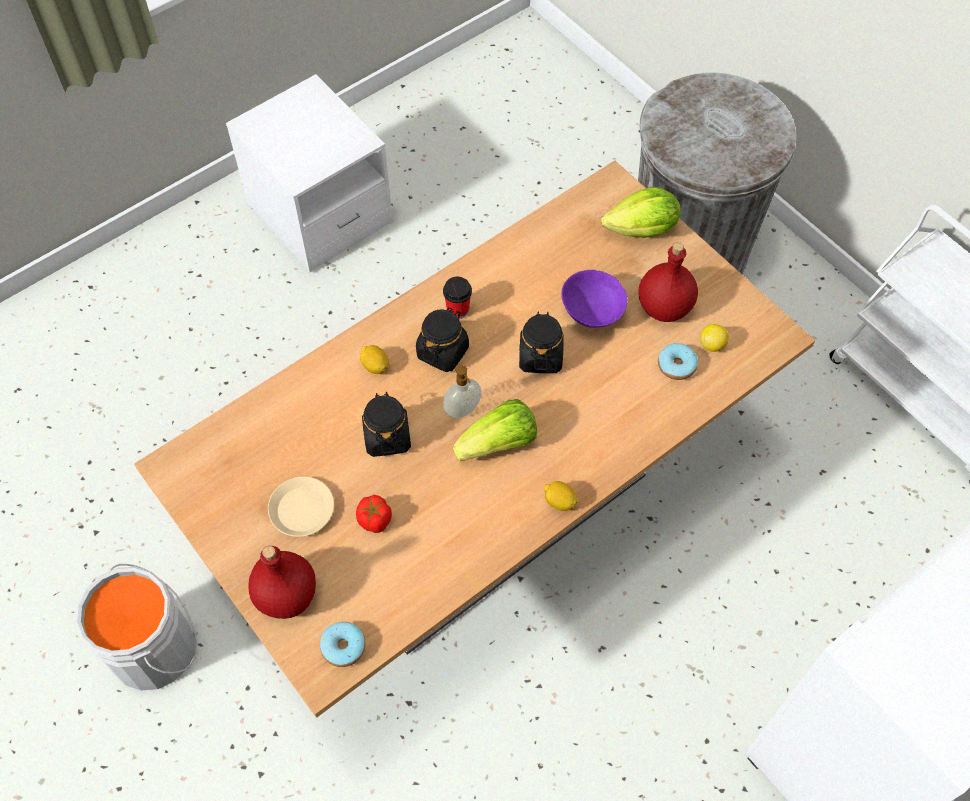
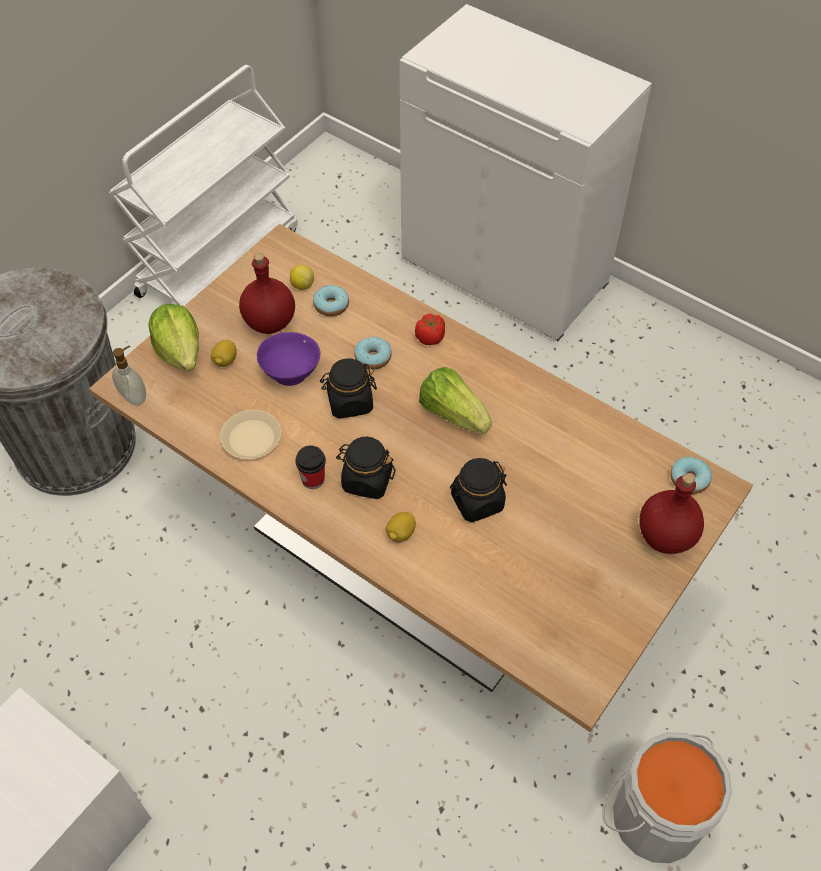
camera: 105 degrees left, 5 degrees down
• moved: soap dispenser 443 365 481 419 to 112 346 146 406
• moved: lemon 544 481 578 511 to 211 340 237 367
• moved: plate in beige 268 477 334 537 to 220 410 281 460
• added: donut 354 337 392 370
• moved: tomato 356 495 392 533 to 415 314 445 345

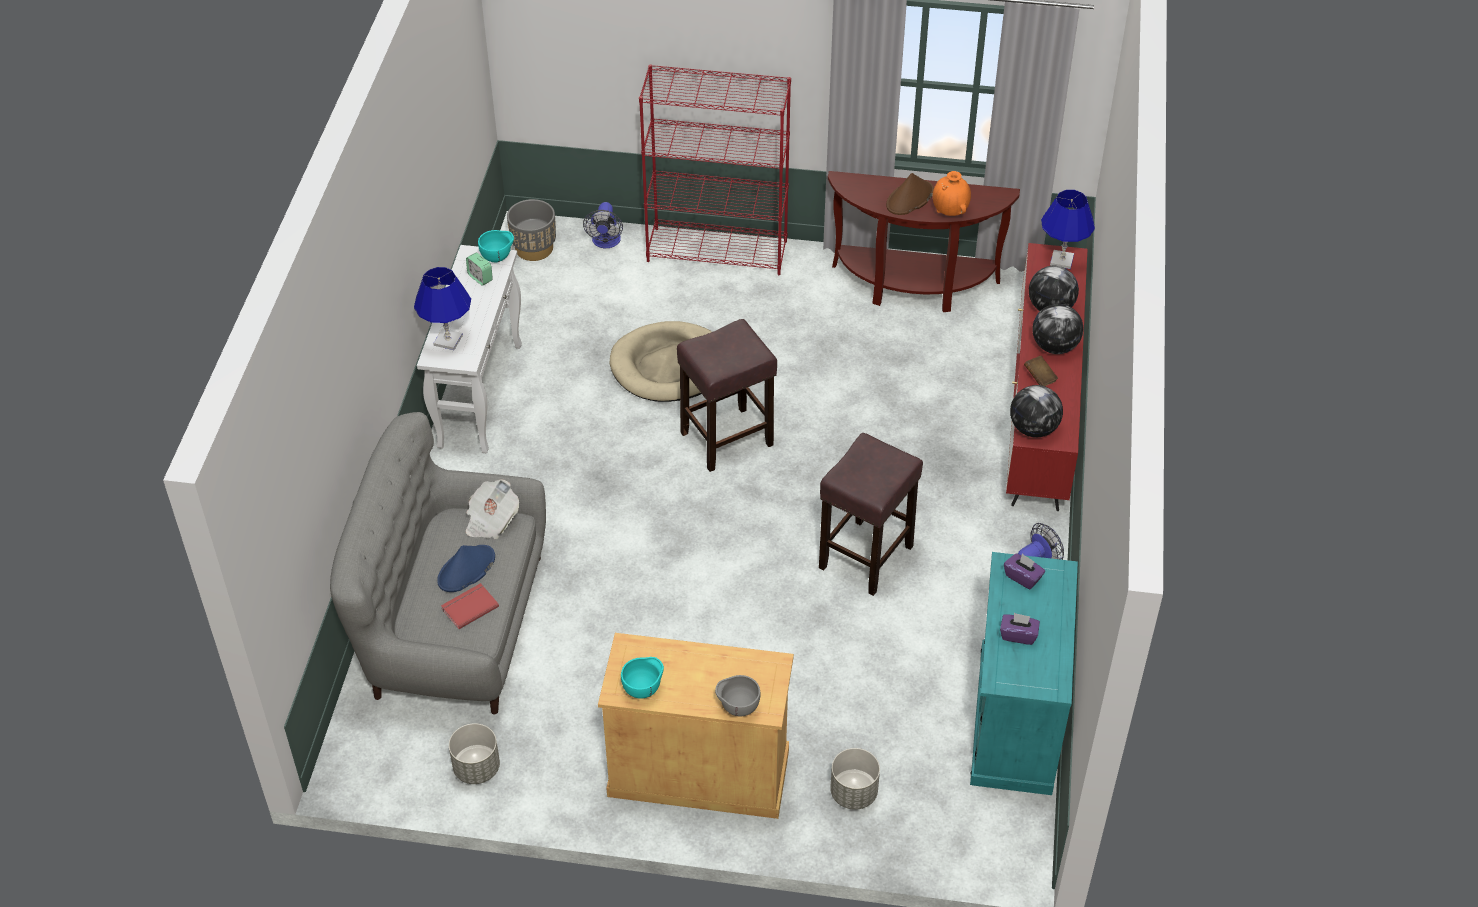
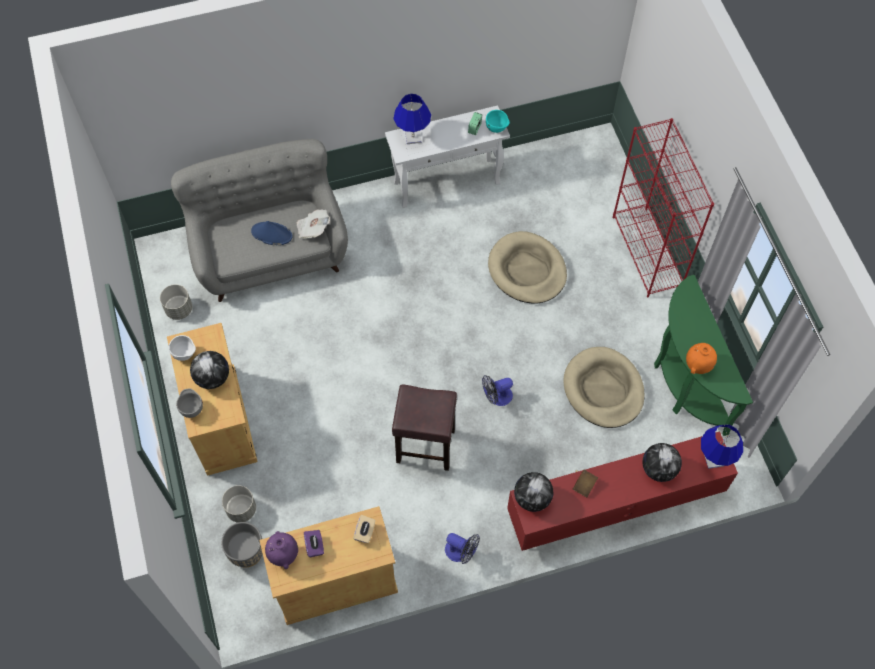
camera: 65 degrees right, 15 degrees up
• recoloured: bowl in turquoise 621 657 664 699 to bowl in white 169 335 196 361
• moved: globe 1032 304 1083 354 to 190 351 229 389
• moved: planter in grey 507 199 556 261 to 221 522 263 568
• recoloured: cabinet in turquoise 970 552 1078 795 to cabinet in beige 260 506 398 625
• added: vase in purple 265 531 298 569
• recoloured: tissue box in purple 1004 553 1045 590 to tissue box in beige 353 515 375 543
• moved: fan 583 202 623 248 to 482 375 513 406
• added: dog bed in beige 564 347 645 428
• recoloured: console table in brown 828 171 1020 312 to console table in green 654 275 753 436
• removed: book in red 441 583 499 629
• removed: stool in brown 677 319 777 472
• removed: hat in brown 886 173 934 215

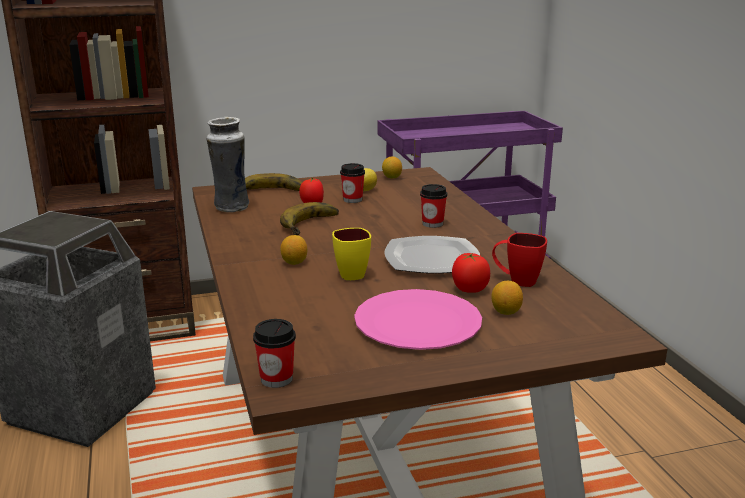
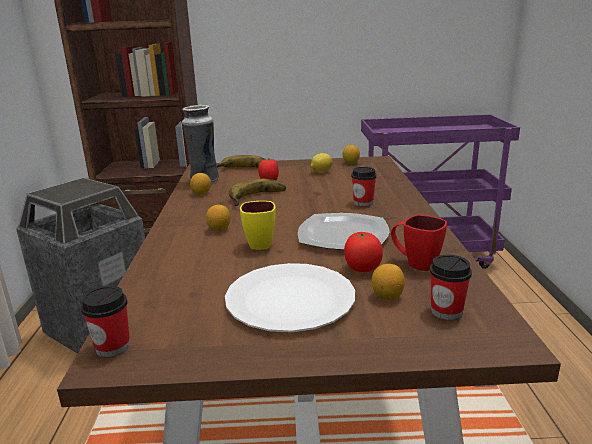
camera: 15 degrees right, 0 degrees up
• added: lemon 190 173 211 195
• recoloured: plate in pink 354 289 482 350 to plate in white 225 263 355 332
• moved: cup 340 163 365 203 to 430 255 472 320

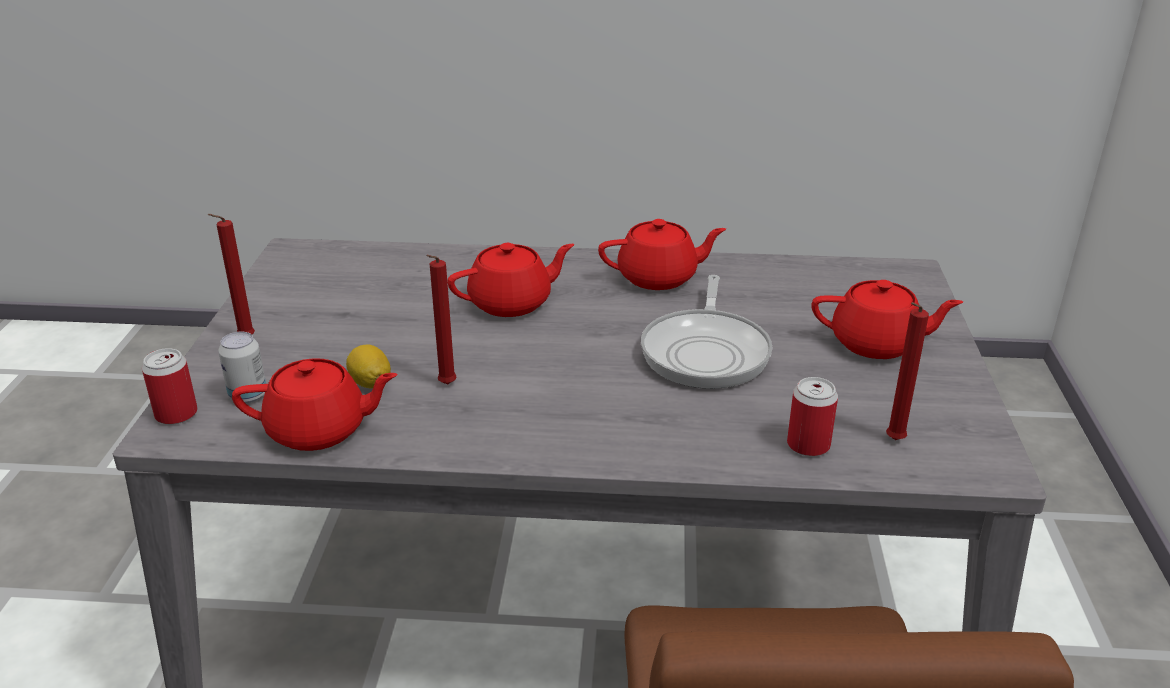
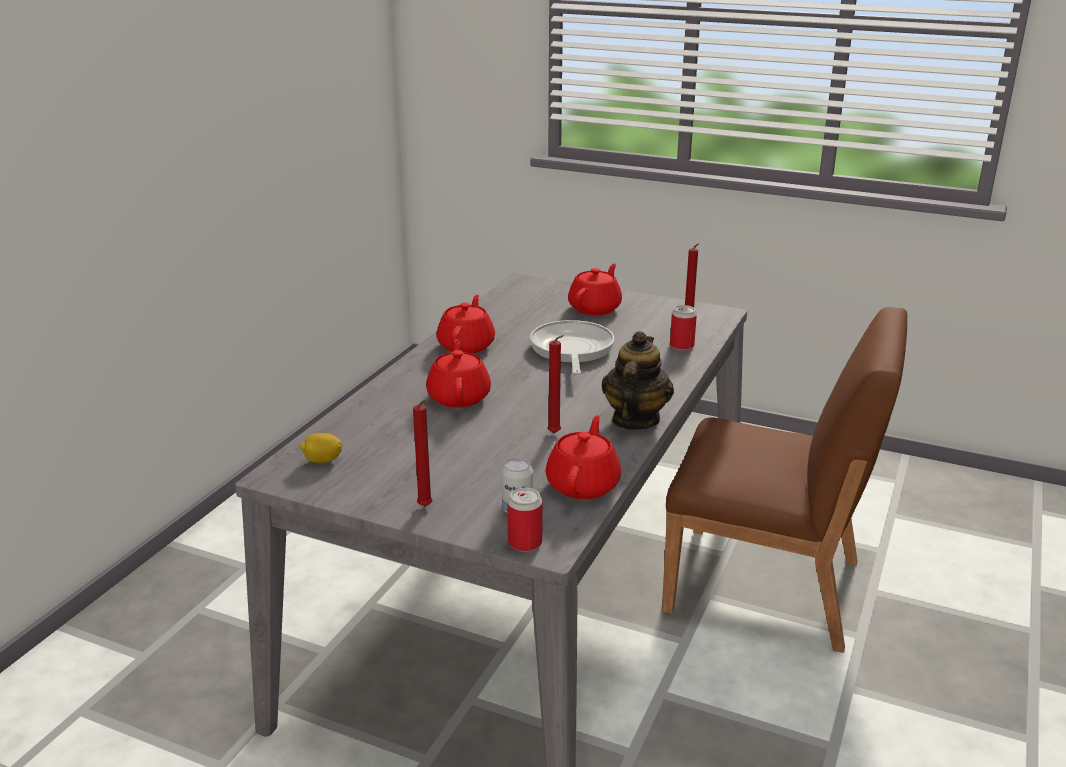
camera: 70 degrees left, 5 degrees down
• moved: lemon 346 345 391 388 to 300 433 342 463
• turned: frying pan 641 275 772 389 = 530 320 614 375 120 degrees counterclockwise
• added: teapot 602 331 674 430

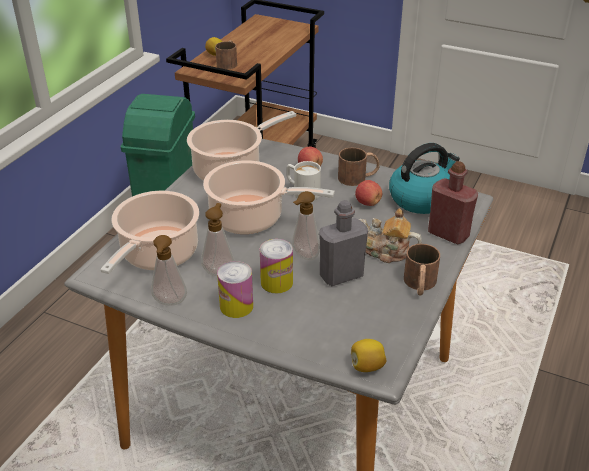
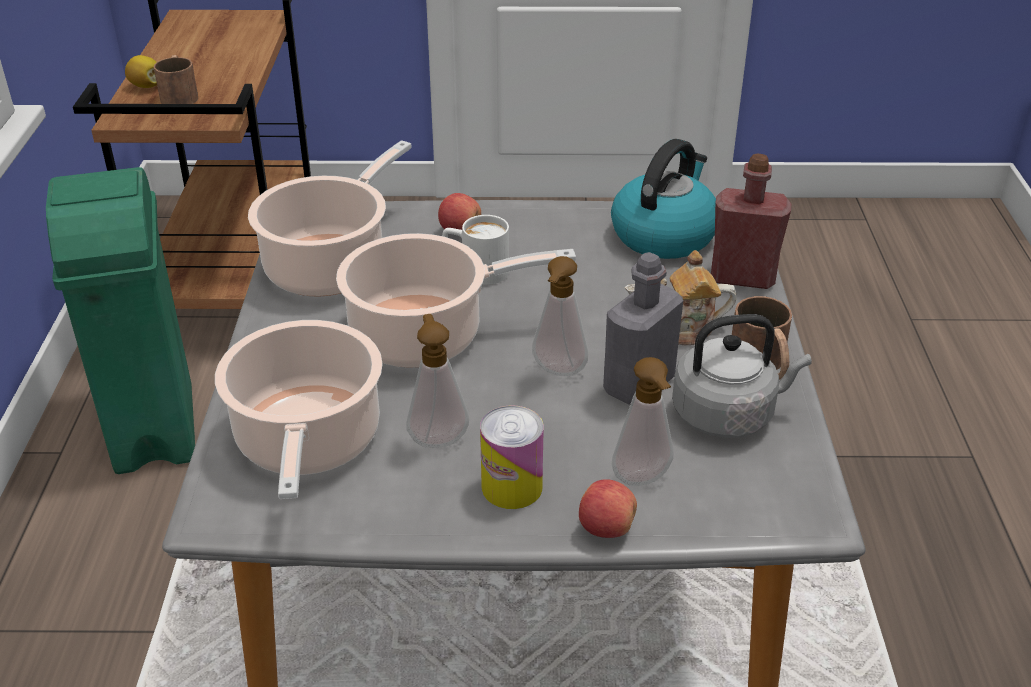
camera: 25 degrees left, 0 degrees up
• moved: apple 355 180 382 206 to 579 479 637 538
• moved: soap dispenser 151 235 187 306 to 612 357 674 486
• added: kettle in grey 672 314 812 438
• removed: can 260 239 293 294
• removed: mug in brown 338 147 380 186
• removed: lemon 351 339 386 372

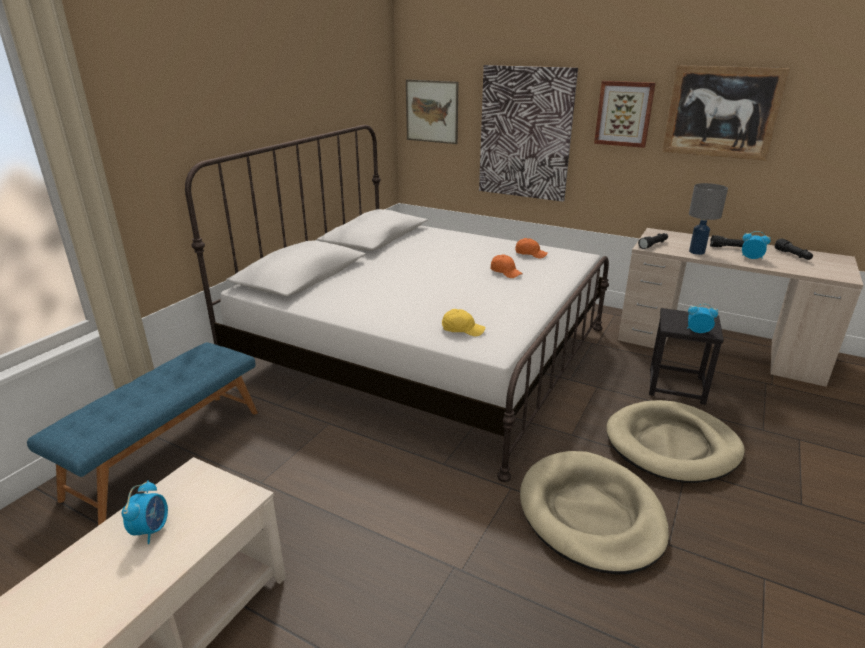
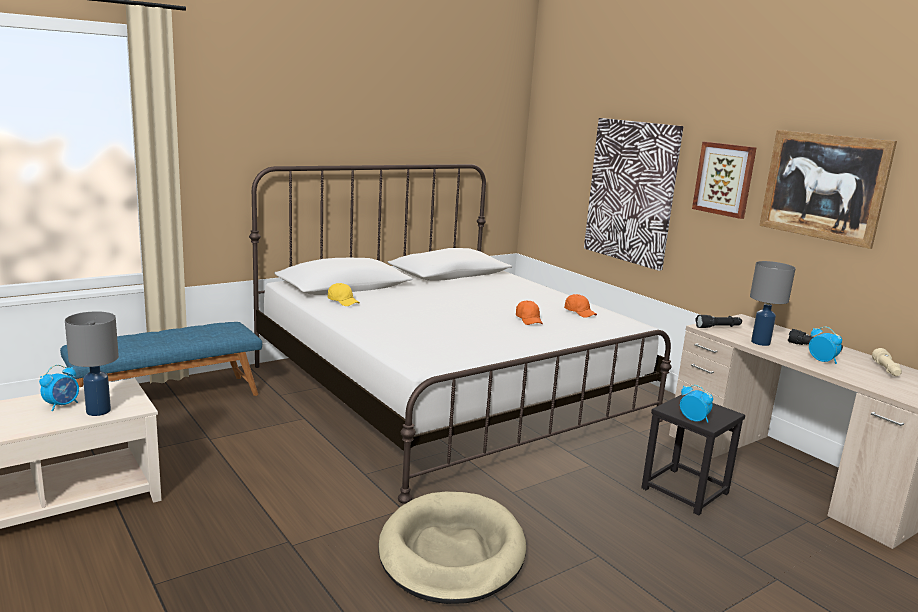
camera: 25 degrees right, 10 degrees down
• added: table lamp in grey 65 311 119 416
• moved: cap in yellow 442 309 485 336 to 328 283 360 306
• recoloured: flashlight in black 775 238 813 260 to flashlight in beige 872 348 902 376
• removed: picture 406 79 458 144
• removed: dog bed in beige 606 400 745 483

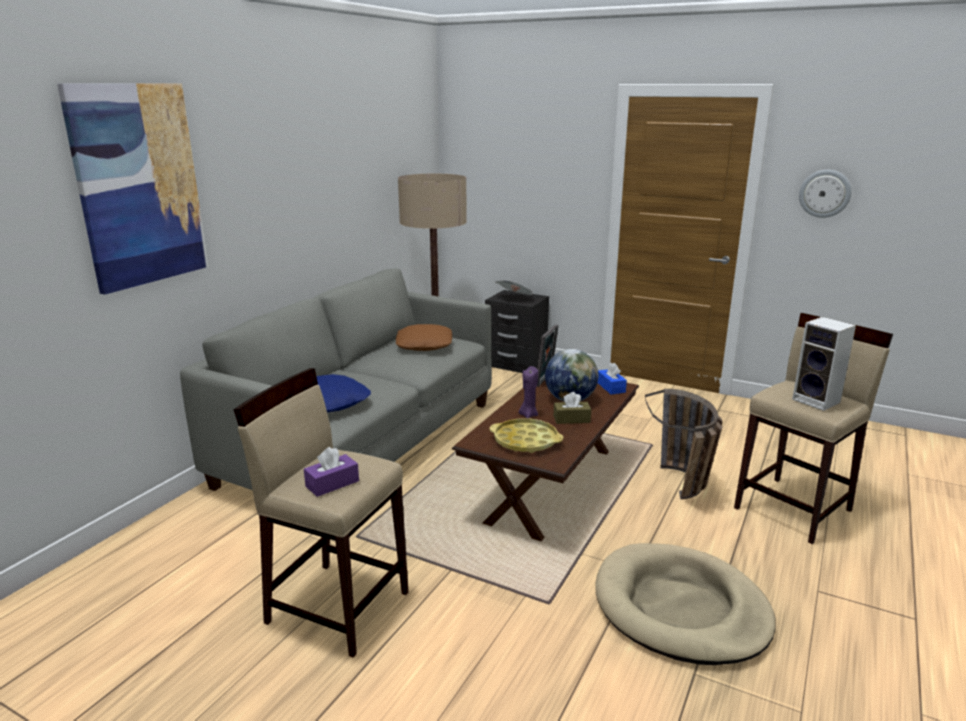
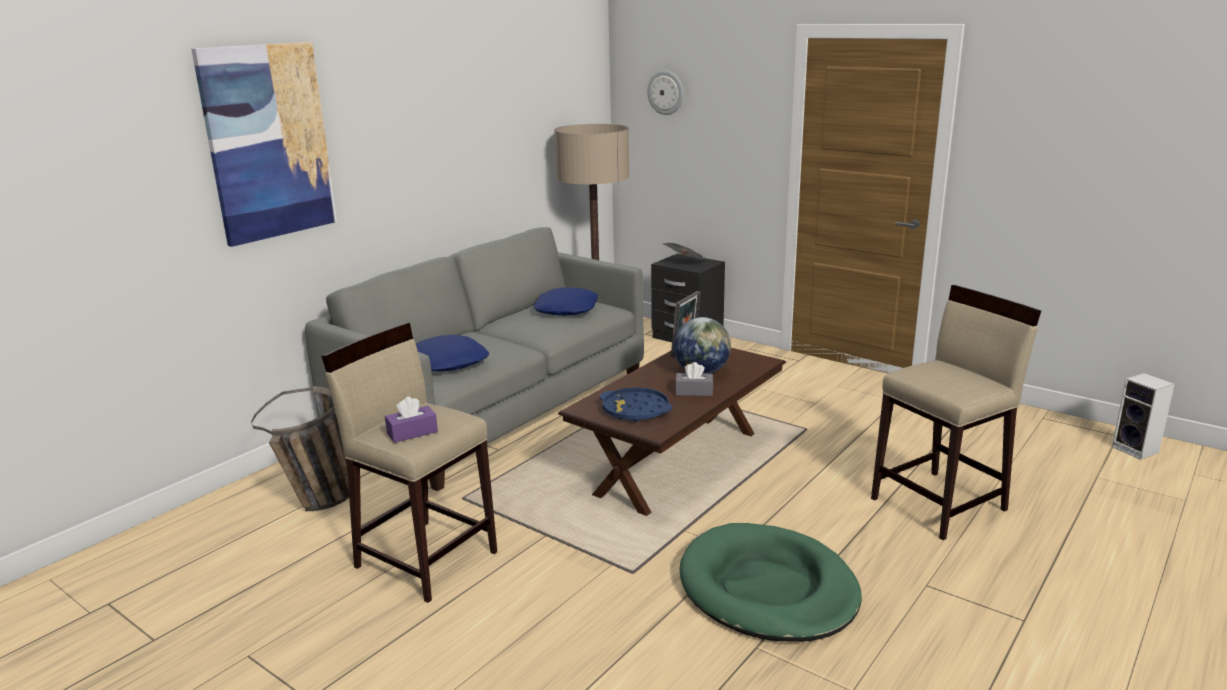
camera: 10 degrees right, 0 degrees up
• moved: basket 645 389 722 499 to 251 386 349 511
• recoloured: pillow in brown 396 324 452 351 to pillow in blue 534 288 598 316
• recoloured: tray in yellow 489 418 563 453 to tray in blue 600 387 673 422
• moved: wall clock 799 170 852 218 to 647 70 684 115
• recoloured: tissue box in brown 554 392 591 424 to tissue box in grey 675 362 713 396
• recoloured: dog bed in beige 595 543 775 665 to dog bed in green 680 523 862 642
• moved: speaker 792 317 856 411 to 1112 373 1175 460
• removed: candle in purple 519 366 538 418
• removed: tissue box in blue 598 363 627 395

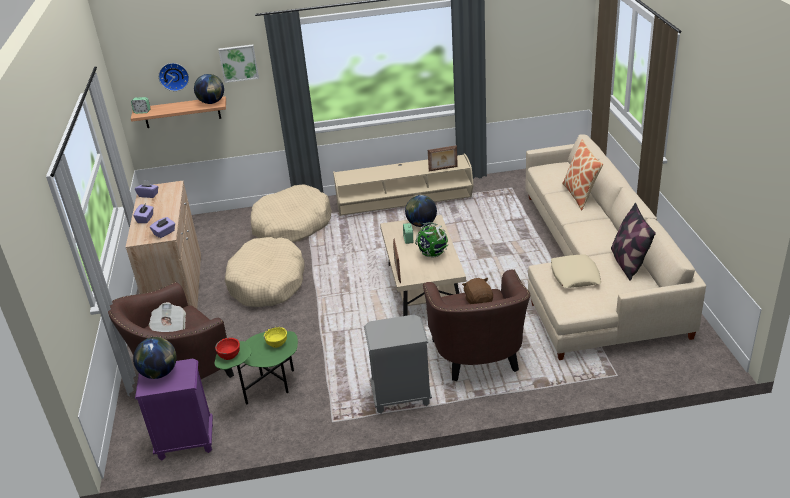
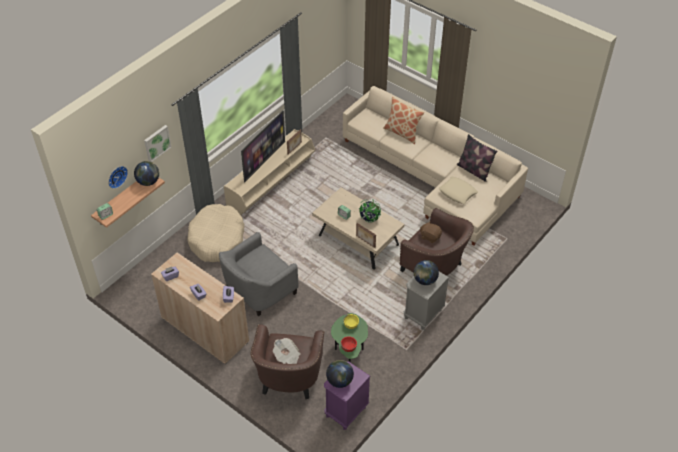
camera: 45 degrees left, 15 degrees up
• replaced: dog bed in beige 225 237 305 307 to armchair in grey 219 232 299 316
• added: television 241 110 285 183
• moved: globe 405 195 437 227 to 414 260 439 285

